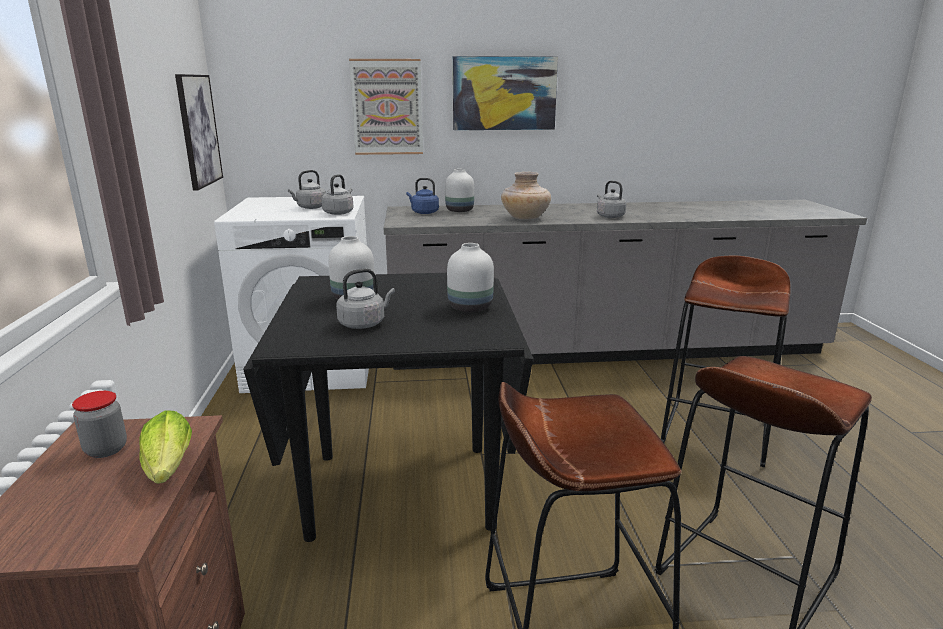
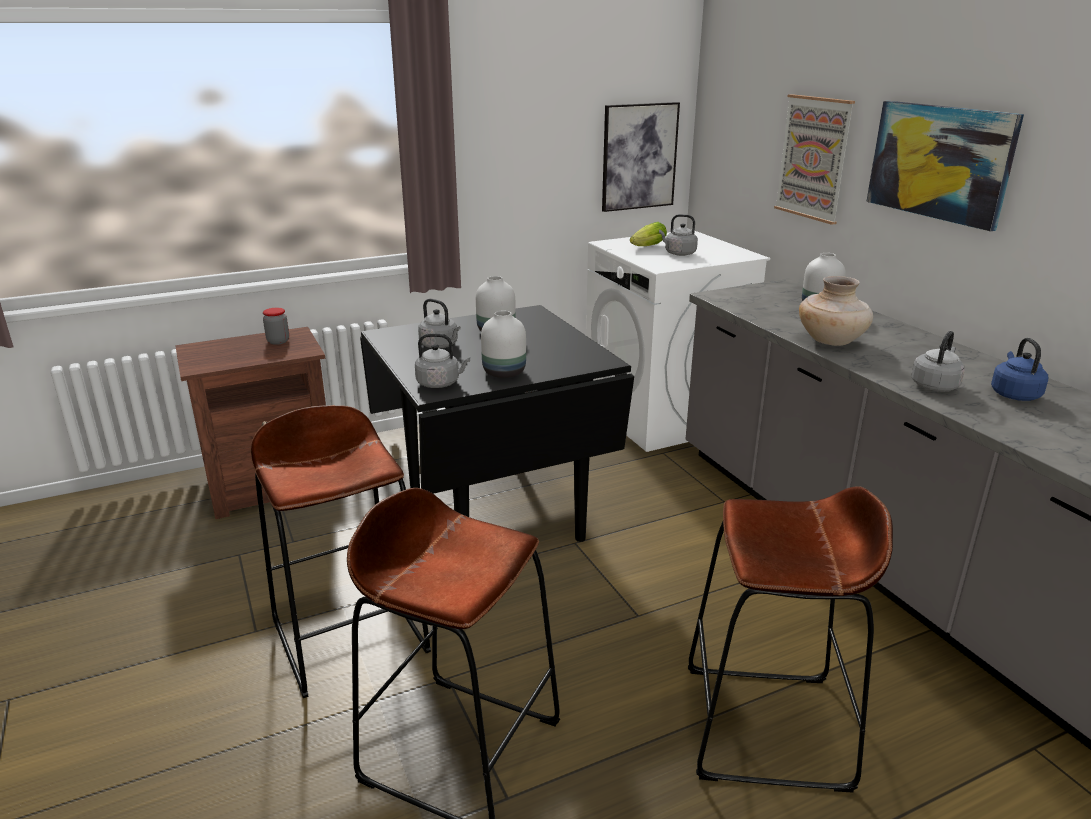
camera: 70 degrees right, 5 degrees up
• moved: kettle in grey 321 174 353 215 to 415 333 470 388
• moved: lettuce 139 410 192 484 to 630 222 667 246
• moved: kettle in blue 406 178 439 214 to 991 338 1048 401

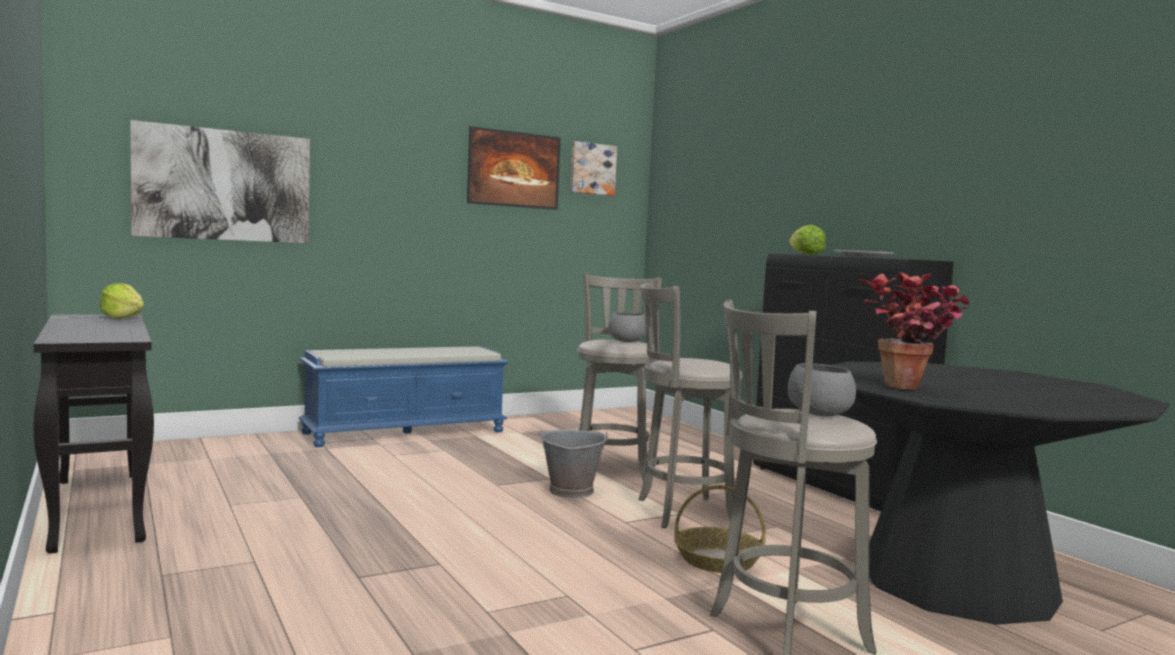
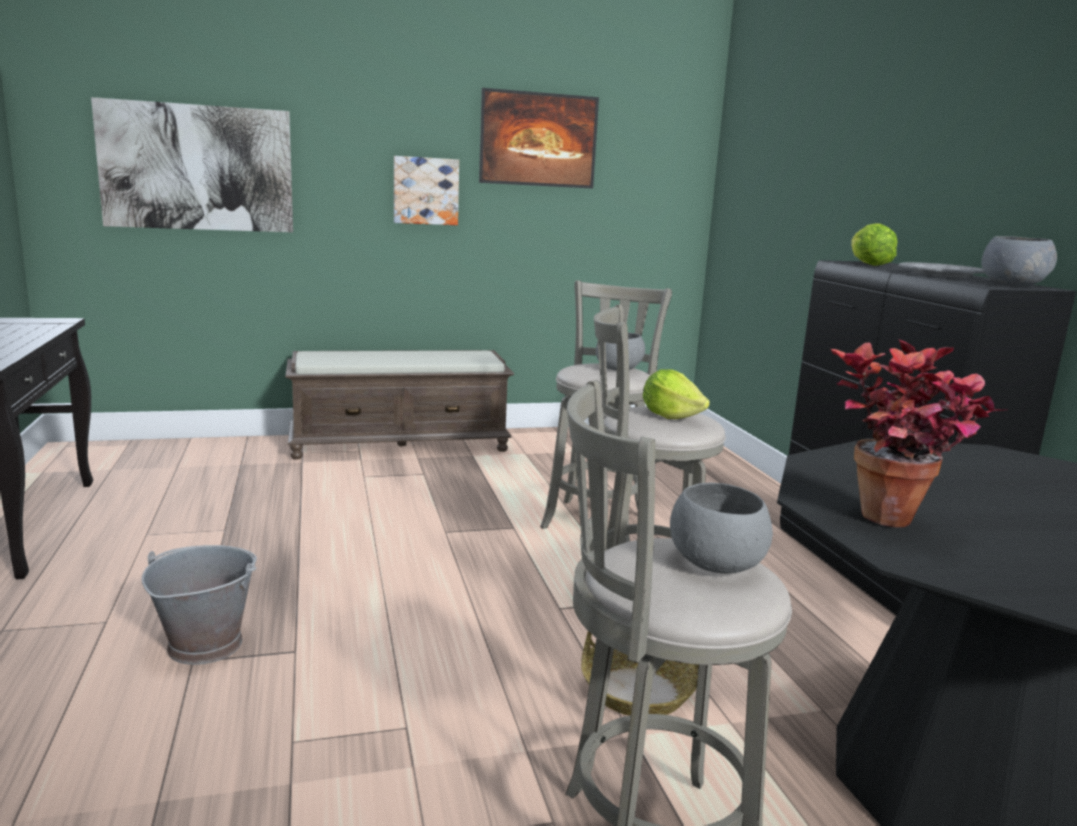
camera: 15 degrees right, 10 degrees up
• moved: bucket in grey 538 430 609 498 to 142 545 257 665
• recoloured: bench in blue 299 346 509 447 to bench in brown 285 350 514 460
• moved: picture 570 141 617 196 to 394 156 459 225
• moved: lettuce 100 283 144 319 to 643 369 710 419
• added: bowl in grey 981 236 1057 286

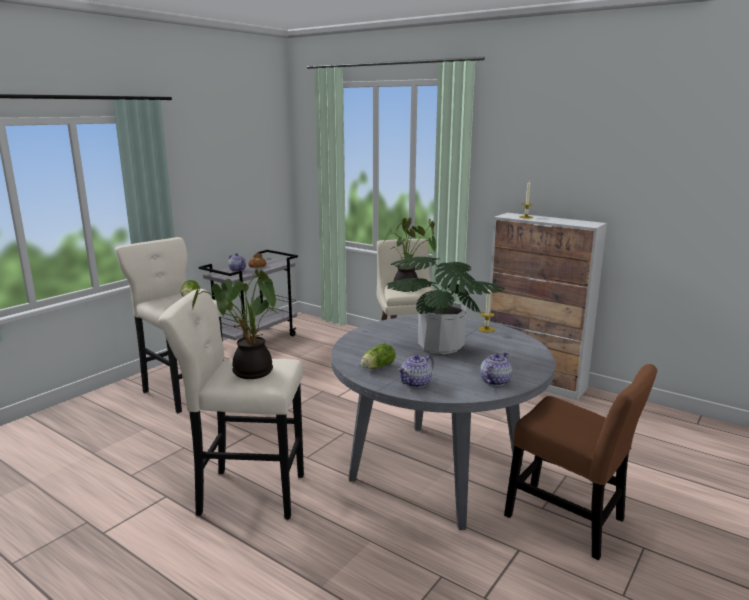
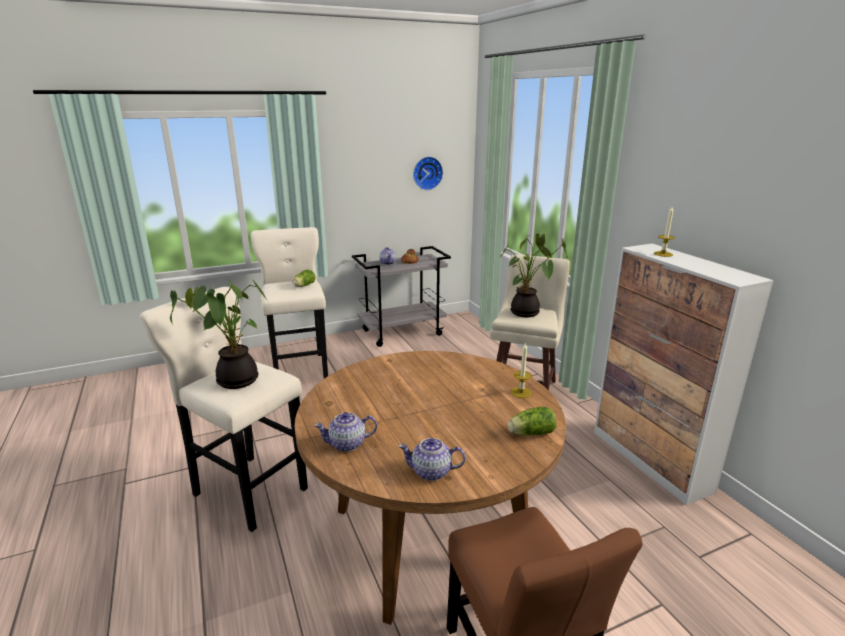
camera: 30 degrees right, 5 degrees up
• recoloured: dining table in grey 331 316 555 530 to dining table in brown 295 351 566 625
• turned: teapot 480 352 512 386 = 398 438 466 481 150 degrees counterclockwise
• added: wall clock 413 156 443 190
• moved: lettuce 361 343 396 369 to 508 407 557 436
• removed: potted plant 387 257 505 355

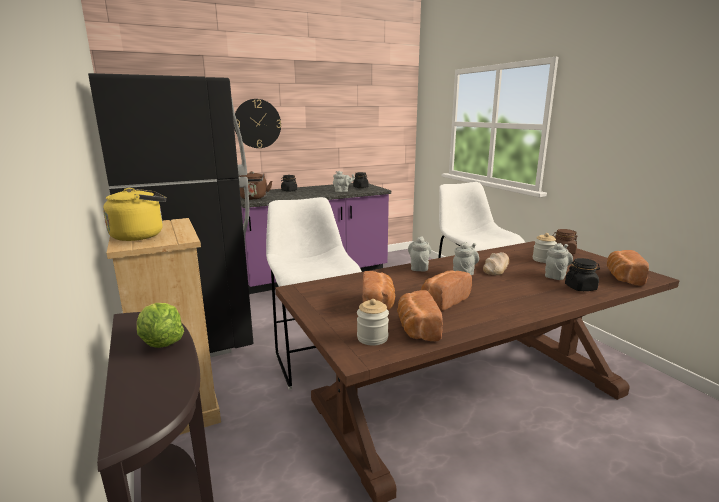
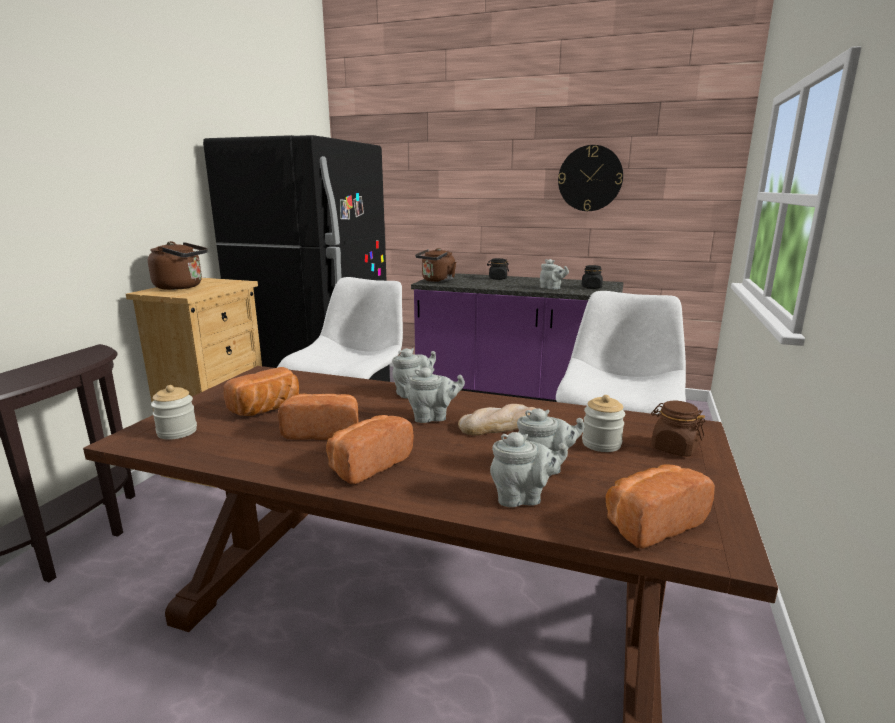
camera: 45 degrees right, 0 degrees up
• recoloured: kettle in yellow 103 188 167 241 to kettle in brown 148 241 208 290
• moved: bread 397 290 443 341 to 326 415 414 484
• replaced: jar in black 565 258 600 291 to teapot in grey 490 432 568 507
• moved: wall clock 234 99 281 148 to 558 145 623 211
• removed: lettuce 137 303 184 348

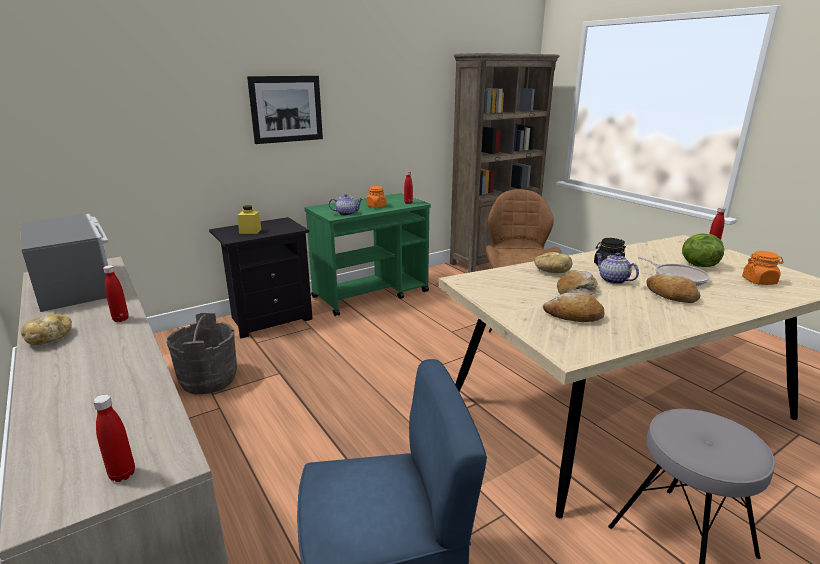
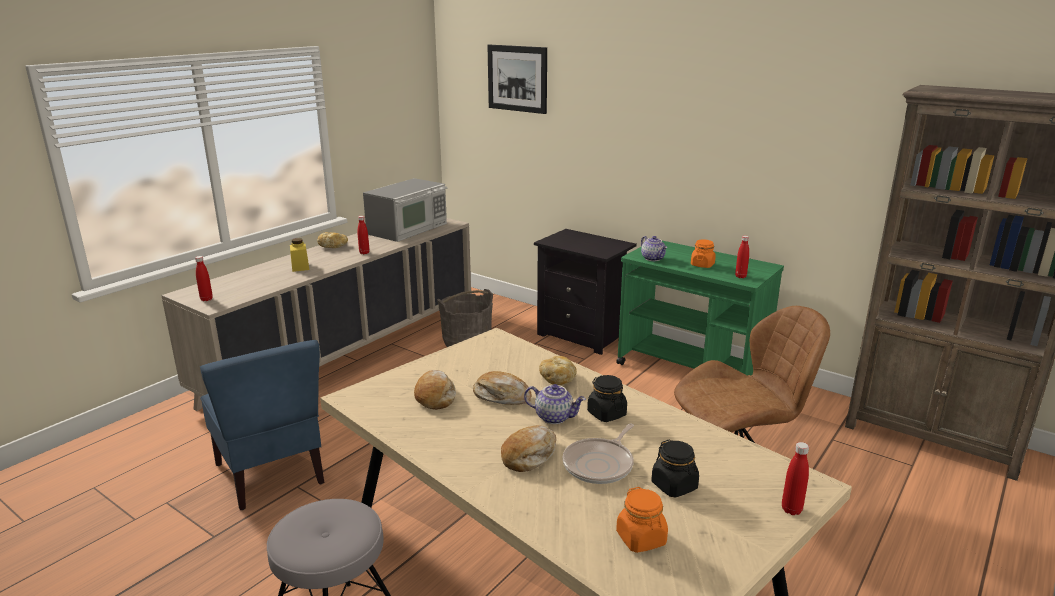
camera: 70 degrees right, 0 degrees up
• moved: jar in yellow 238 205 262 234 to 290 238 310 272
• moved: picture 247 76 323 144 to 487 45 547 114
• turned: teapot 596 253 639 284 = 524 384 586 424 75 degrees clockwise
• replaced: lettuce 682 233 724 267 to jar in black 652 439 699 498

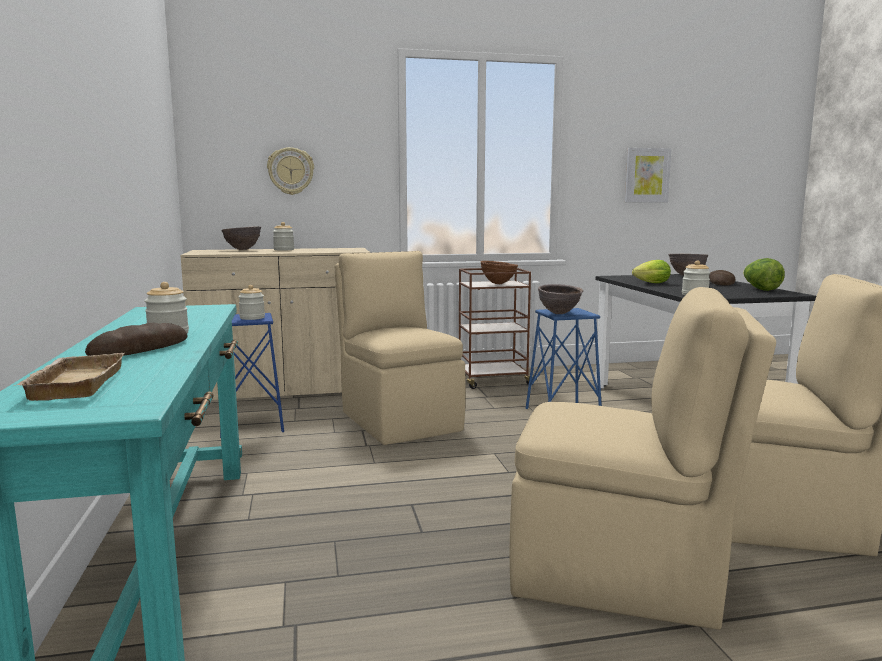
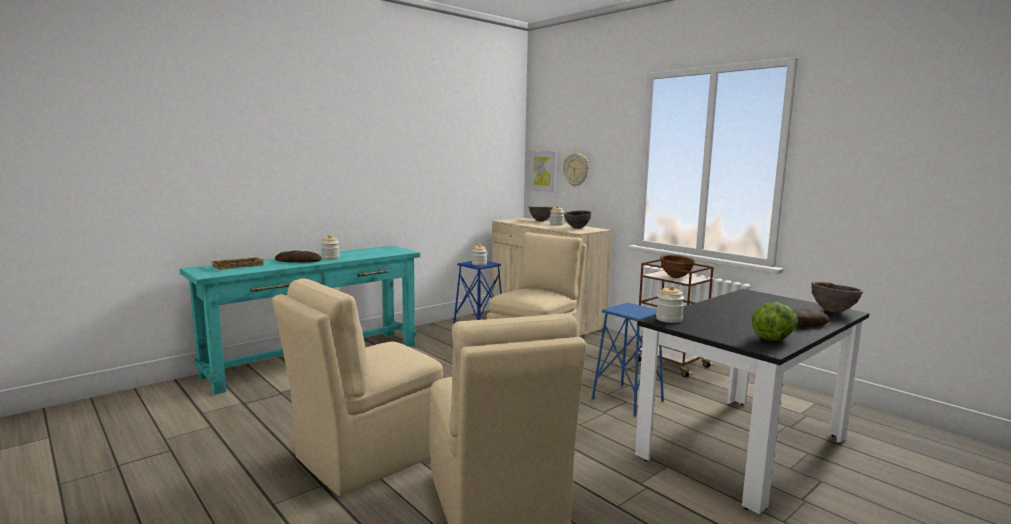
camera: 60 degrees right, 0 degrees up
• turned: chair in beige 510 287 776 630 = 272 278 443 496 60 degrees clockwise
• moved: picture 625 148 671 202 to 530 151 557 192
• moved: bowl in brown 538 284 583 314 to 564 210 592 229
• removed: lettuce 632 260 671 283

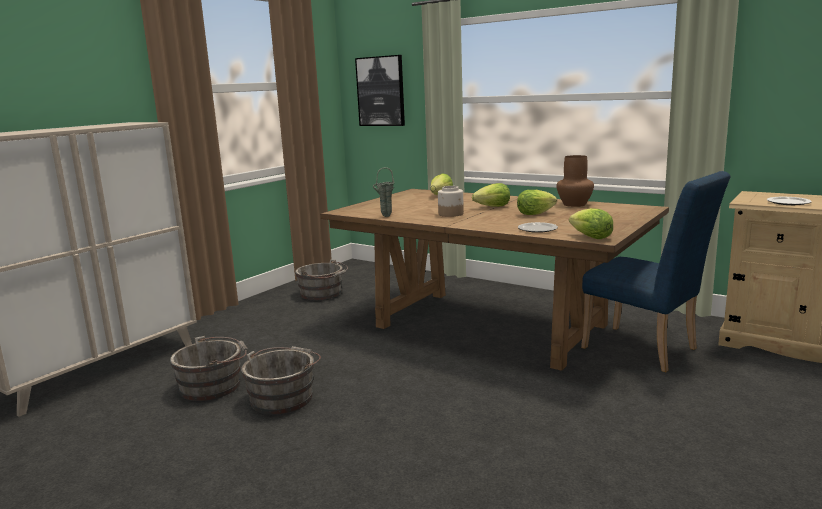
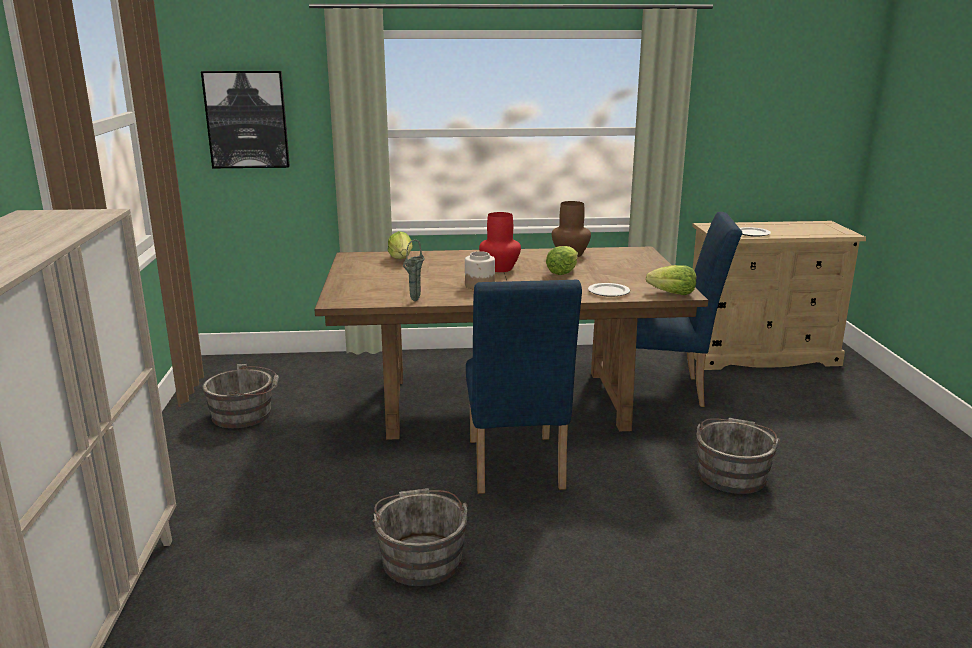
camera: 40 degrees left, 5 degrees up
• added: chair in blue 466 280 582 494
• replaced: lettuce 472 183 510 207 to vase in red 479 212 521 272
• moved: bucket in grey 170 336 248 401 to 696 418 780 494

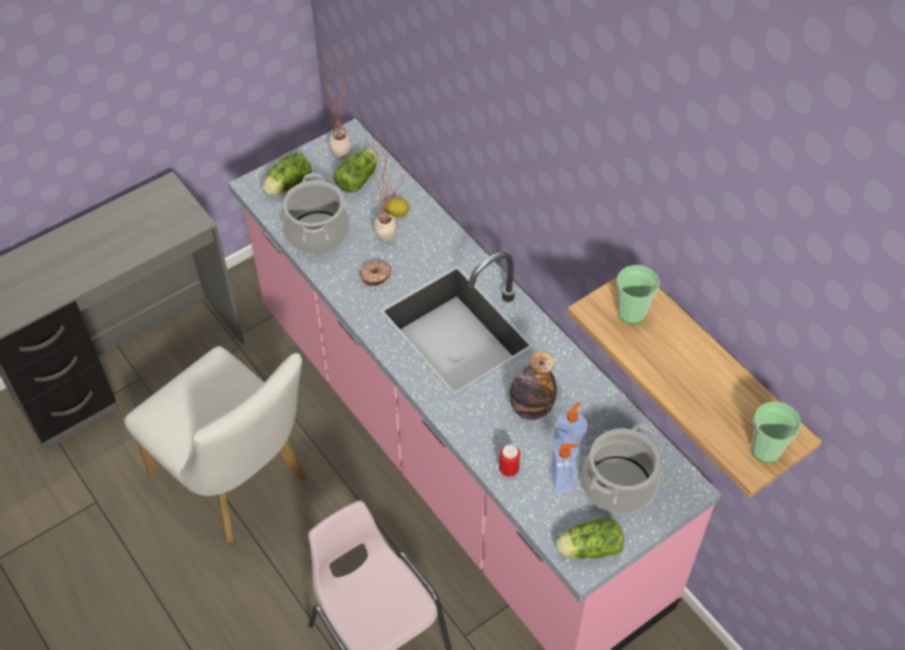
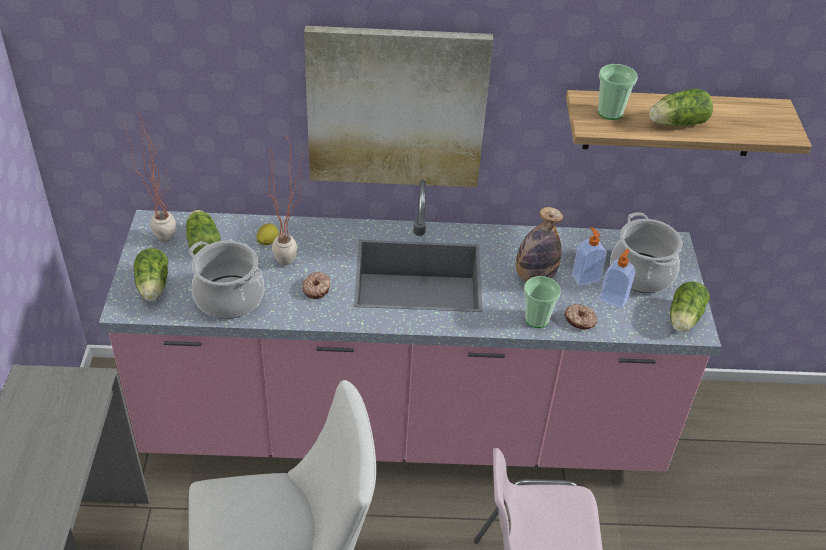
camera: 55 degrees left, 10 degrees down
• added: picture 304 26 493 187
• moved: cup 751 401 801 463 to 524 276 561 328
• replaced: can 499 444 520 477 to donut 564 304 597 329
• added: lettuce 649 89 713 126

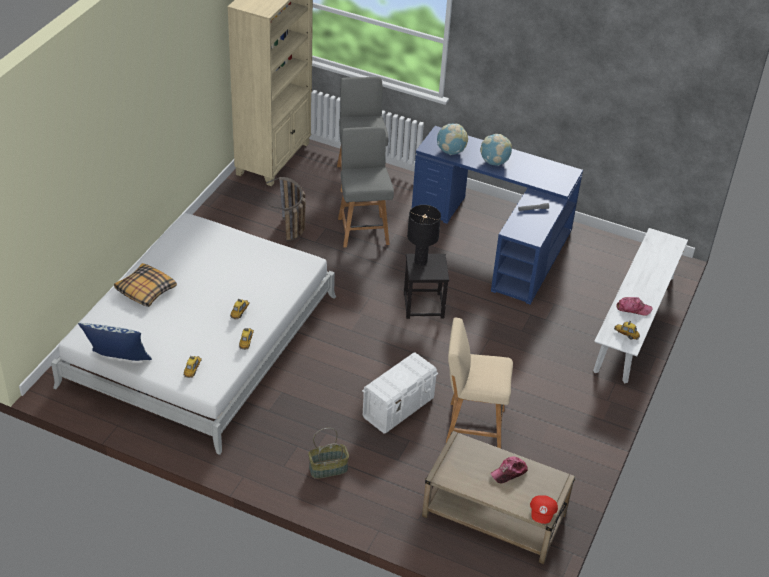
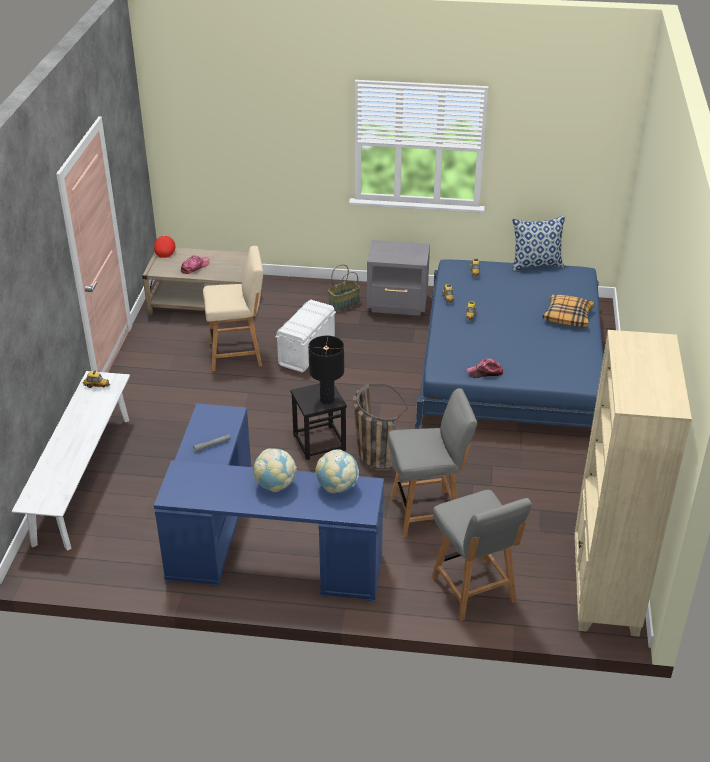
camera: 165 degrees right, 5 degrees down
• moved: basket 265 177 305 241 to 353 384 407 469
• added: nightstand in grey 367 240 430 316
• turned: chair in grey 338 127 394 248 = 388 388 477 537 75 degrees counterclockwise
• recoloured: bed in white 51 213 336 455 to bed in blue 414 260 603 429
• moved: cap 616 297 652 316 to 467 358 503 378

